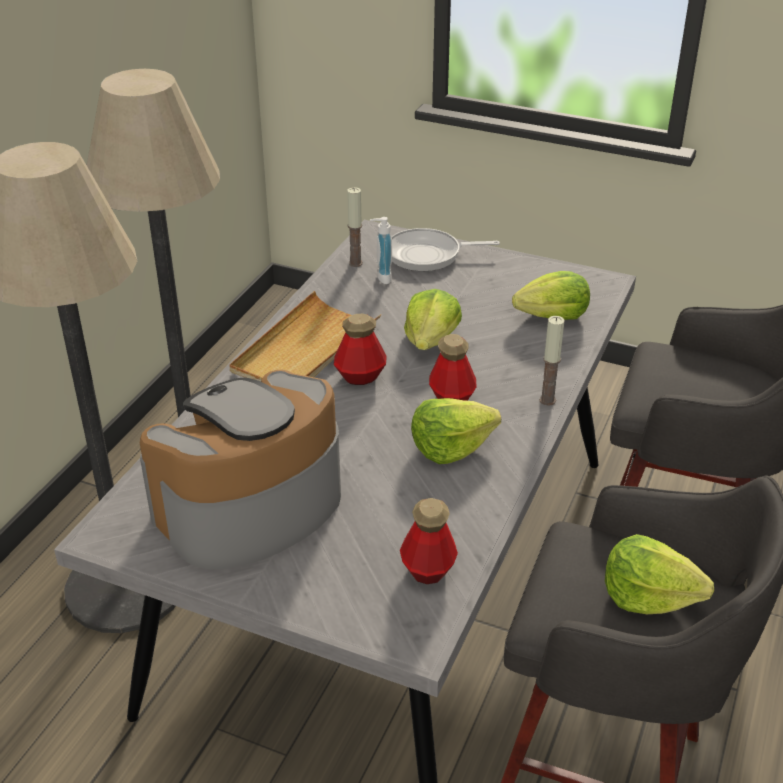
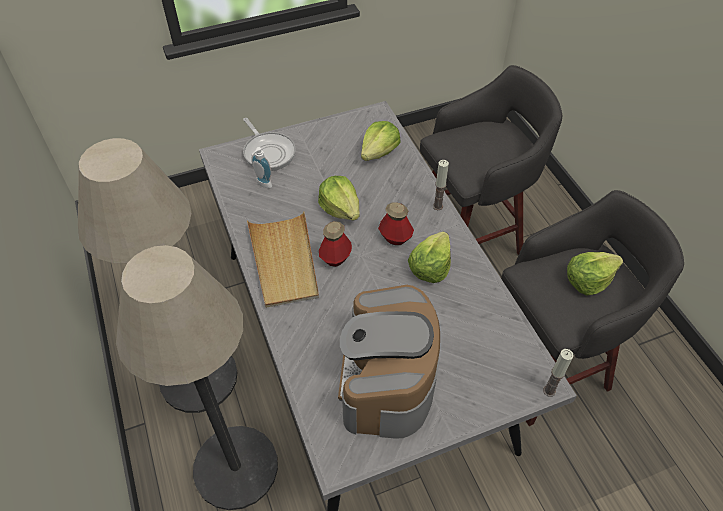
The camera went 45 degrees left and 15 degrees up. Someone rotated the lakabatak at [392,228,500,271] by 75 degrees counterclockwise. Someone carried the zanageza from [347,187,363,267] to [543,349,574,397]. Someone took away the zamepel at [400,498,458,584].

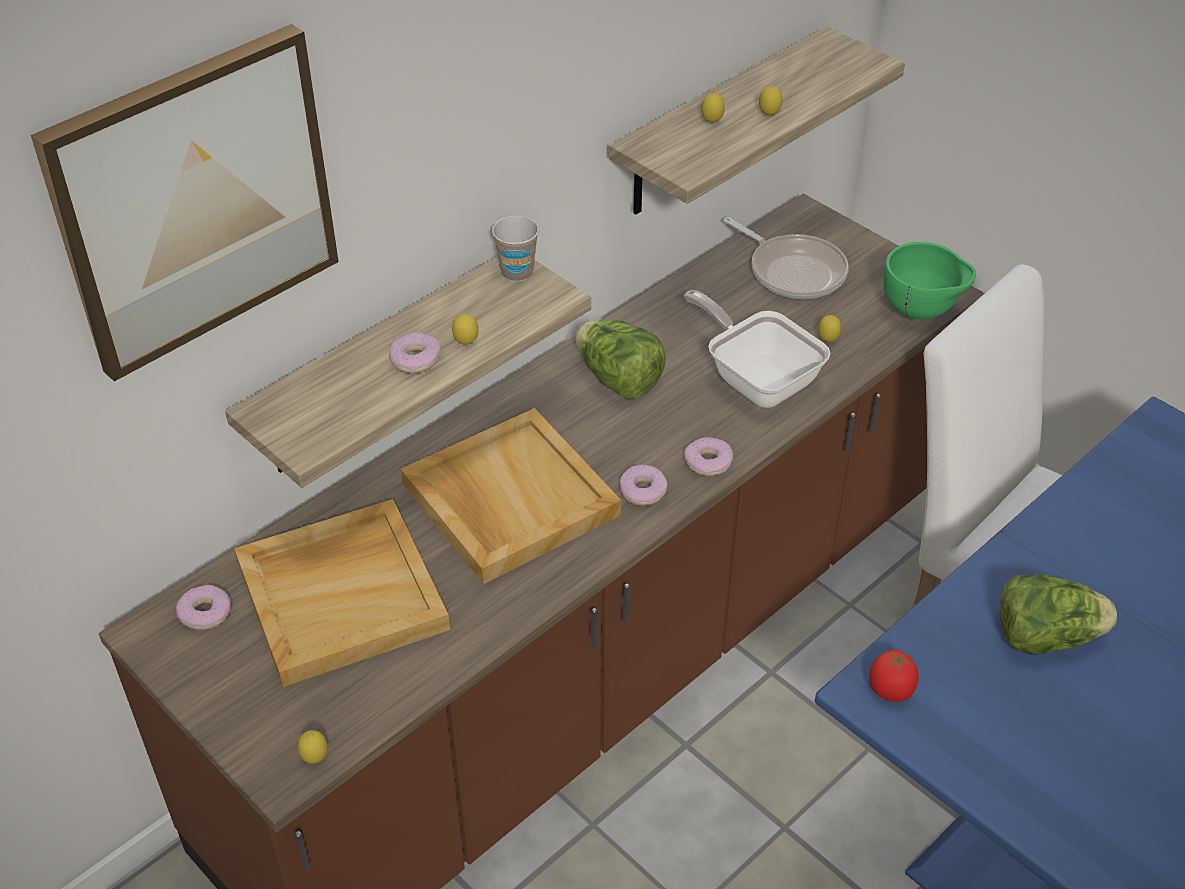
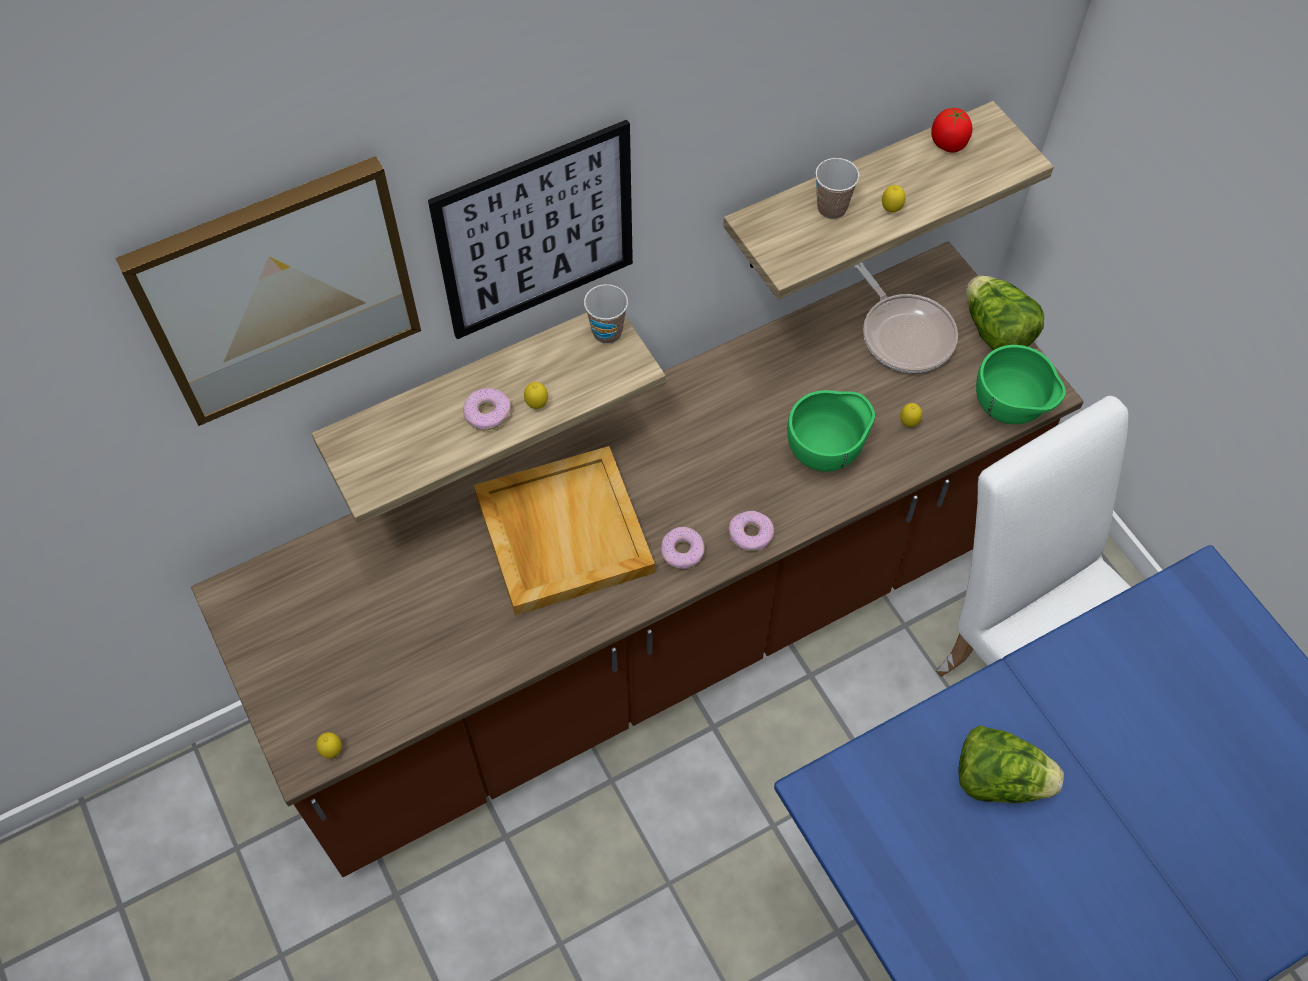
The camera went 15 degrees right and 15 degrees up. Someone put up the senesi at [428,120,633,339]. Someone swapped the lakabatak at [684,290,830,408] for the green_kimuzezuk at [787,390,875,472]. Someone swapped the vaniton at [701,93,725,123] for the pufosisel at [815,158,860,219]. Someone carried the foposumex from [869,650,919,702] to [931,108,972,153]. Someone carried the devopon from [575,320,666,399] to [966,276,1044,350]. Someone took away the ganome at [176,585,231,630]. Someone took away the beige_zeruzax at [234,499,450,687].

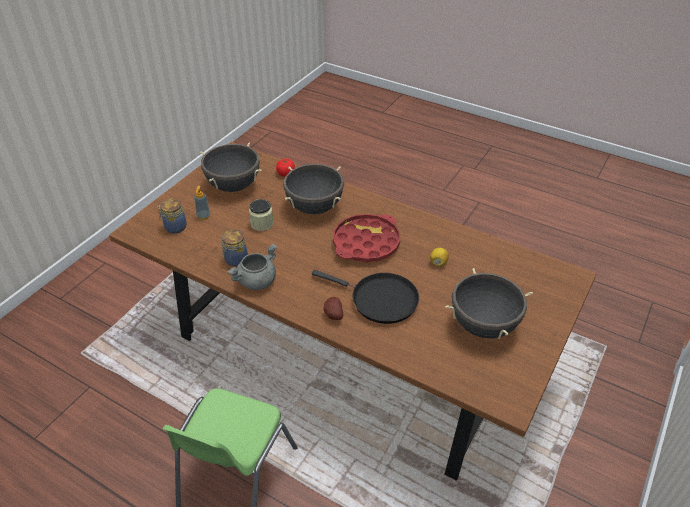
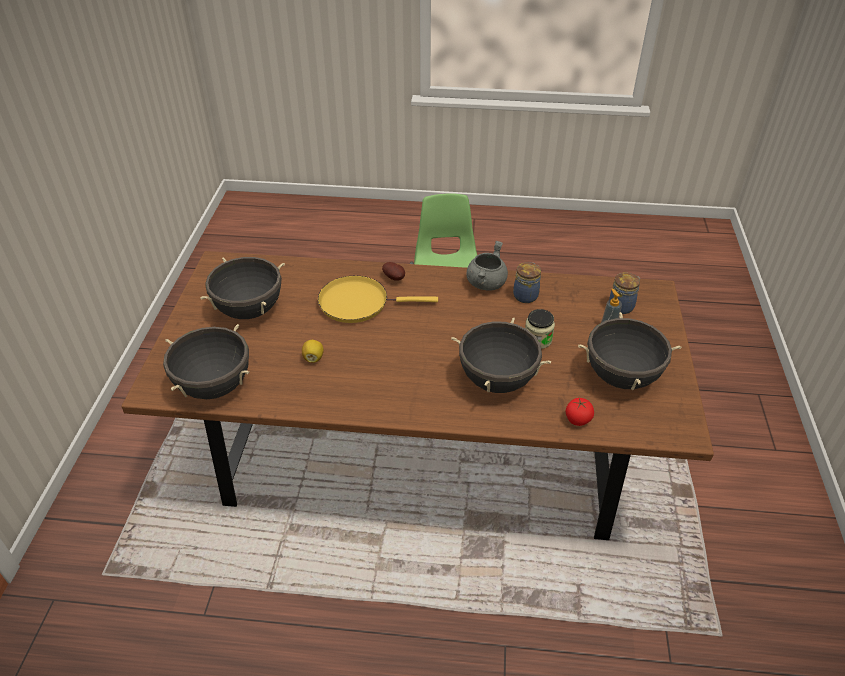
The camera went 155 degrees right and 0 degrees up. Someone put down the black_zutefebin at [163,324,249,399]. Someone repainted the black_lakabatak at [312,270,419,324], which became the yellow_lakabatak at [318,275,438,323]. Someone took away the red_zeruzax at [333,214,400,262].

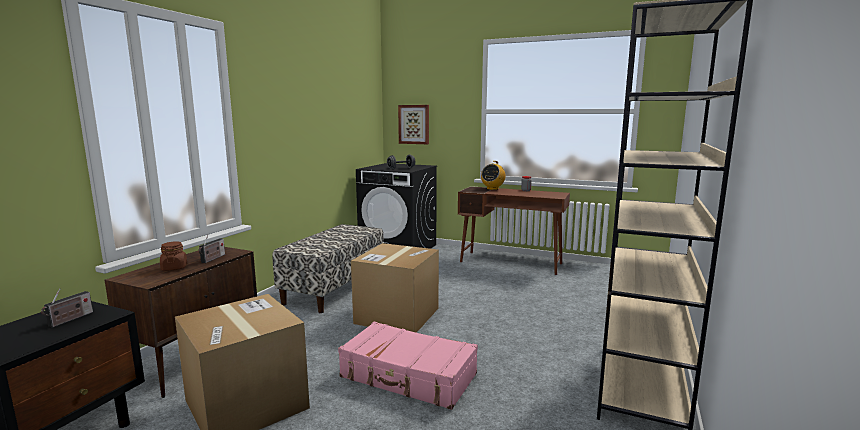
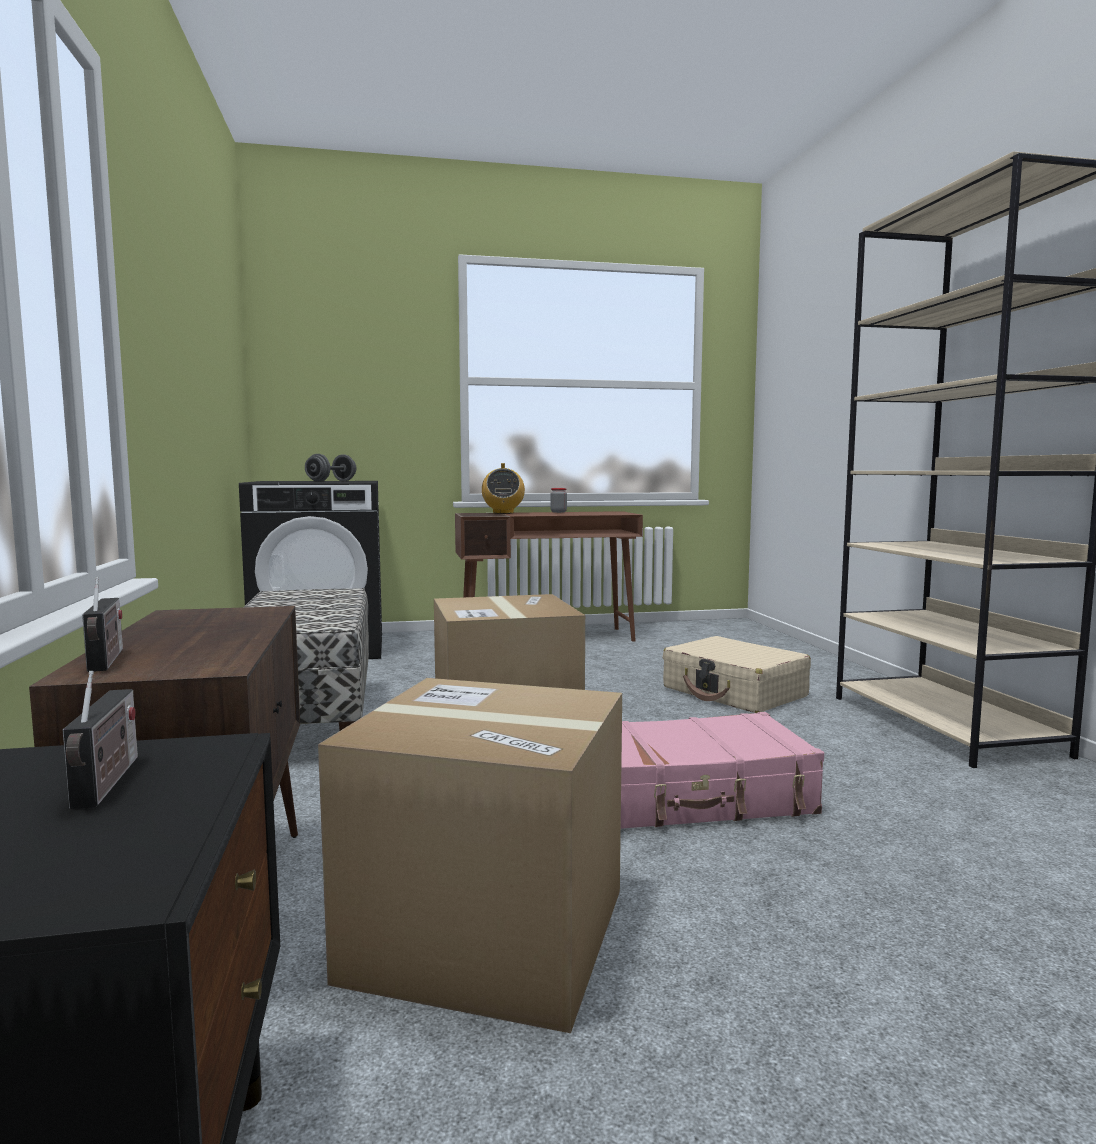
The camera went 35 degrees left and 5 degrees down. Someone carried the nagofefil from [199,234,225,263] to [82,577,123,672]. Someone put down the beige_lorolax at [663,636,811,713]. Someone took away the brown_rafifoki at [160,242,187,271]. Someone took away the senesi at [398,105,429,144].

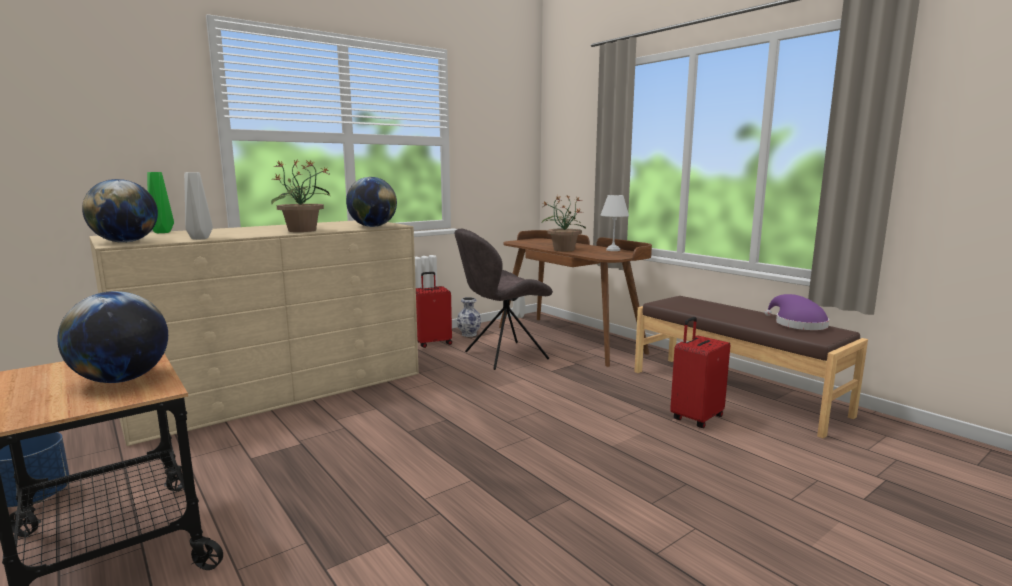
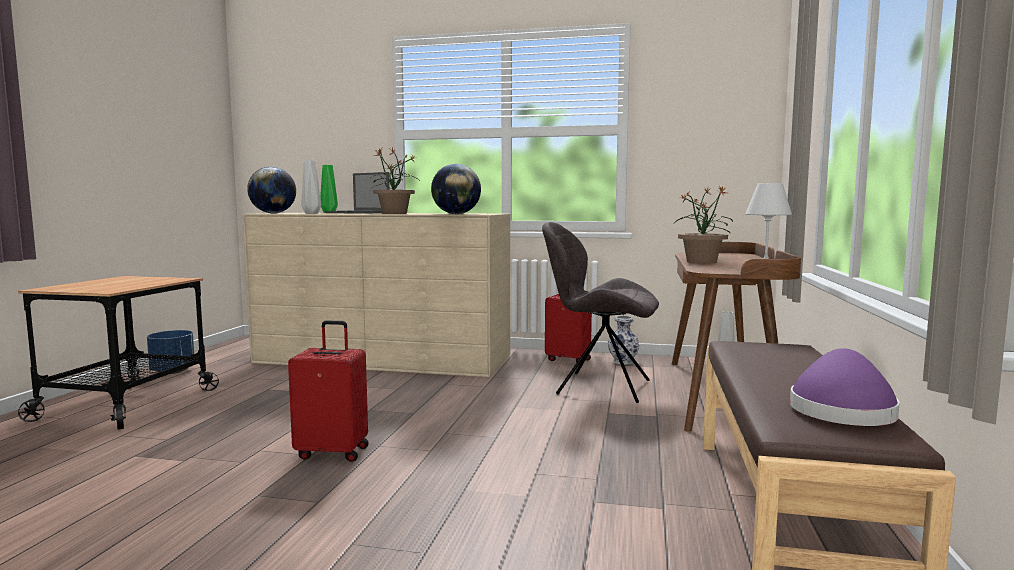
The camera went 50 degrees right and 5 degrees down. Someone carried the red_lorolax from [670,317,730,428] to [288,321,369,462]. Someone put down the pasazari at [325,172,390,214]. Someone took away the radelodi at [57,291,168,383].

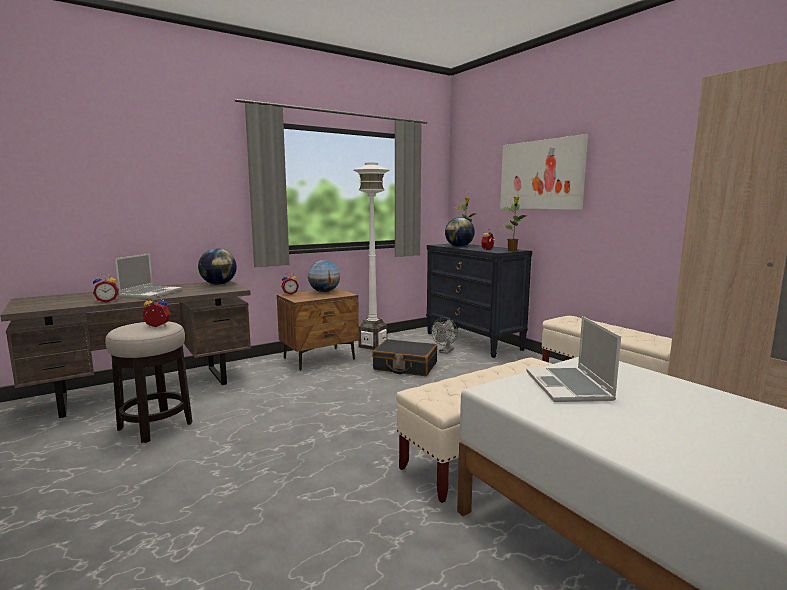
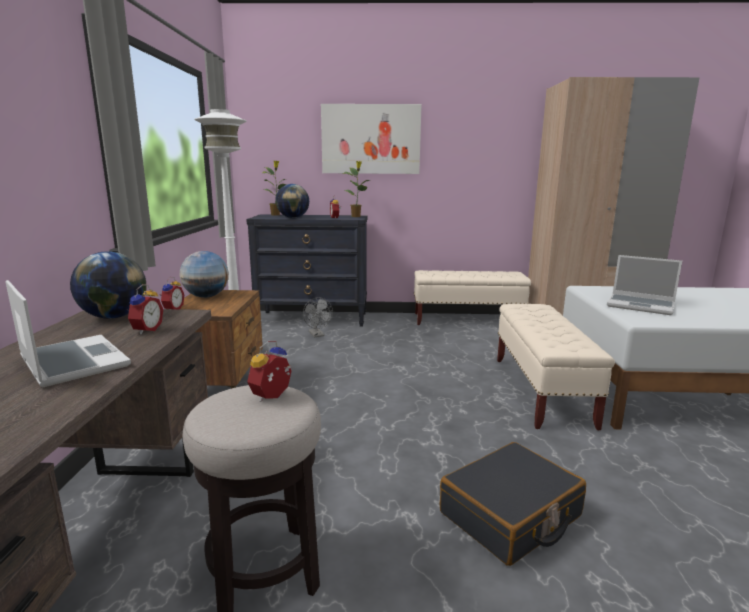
The camera went 55 degrees left and 5 degrees up. Someone carried the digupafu from [93,273,119,303] to [128,284,163,335]. Someone carried the black_lorolax from [372,339,437,376] to [440,442,586,566].

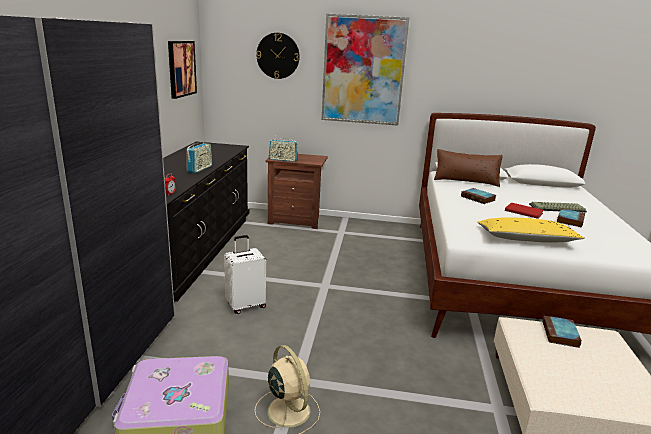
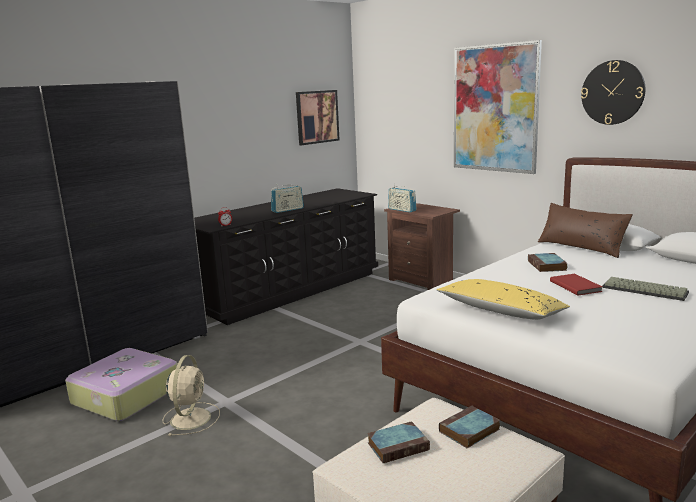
The camera went 40 degrees right and 5 degrees down. Someone carried the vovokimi from [557,208,585,227] to [367,421,430,463]. Someone carried the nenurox from [256,33,300,79] to [581,60,645,125]. Someone took away the white_lorolax at [224,235,266,314].

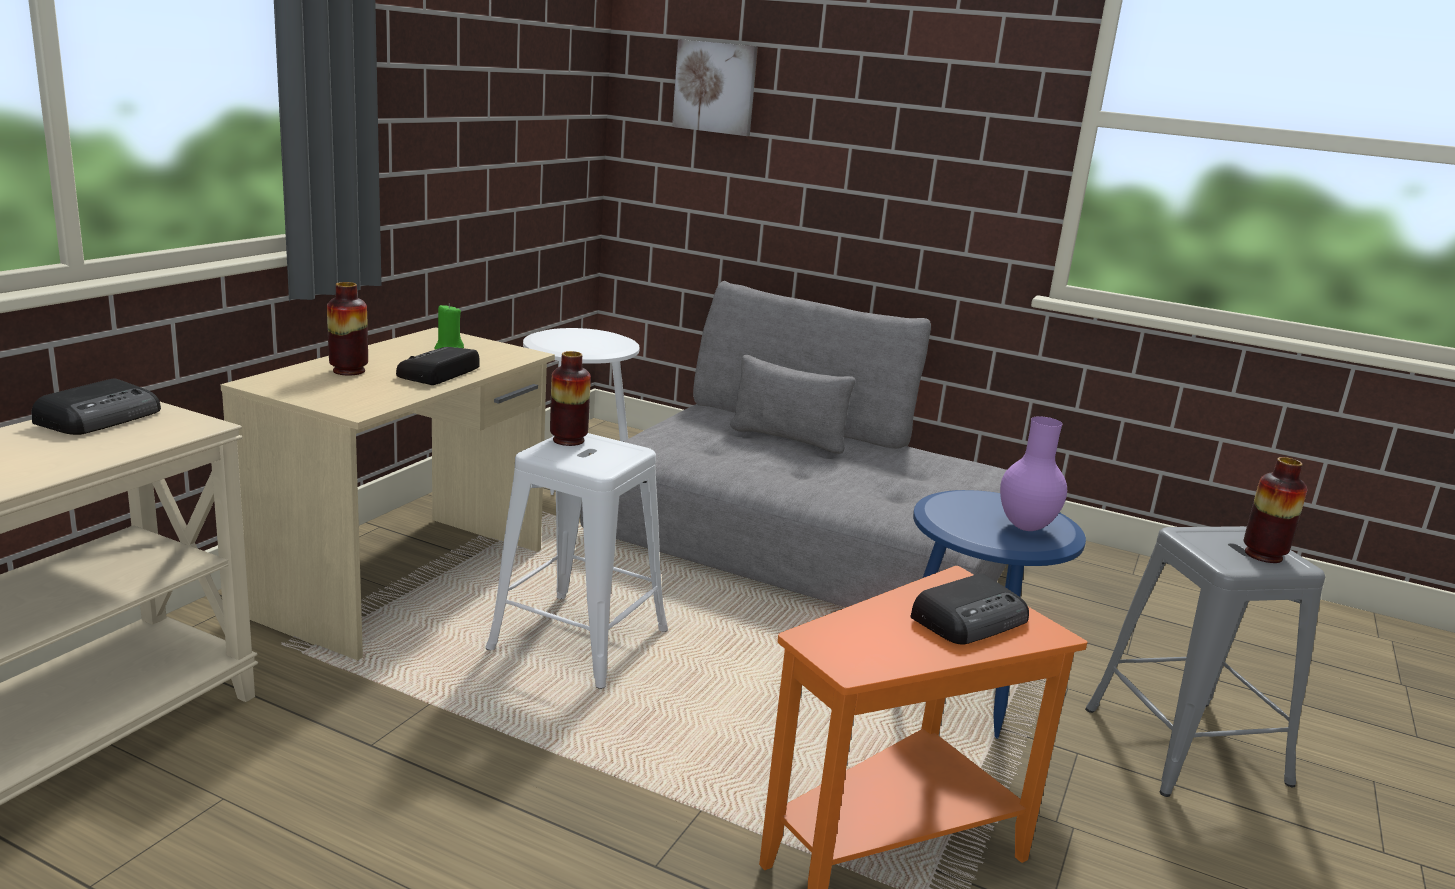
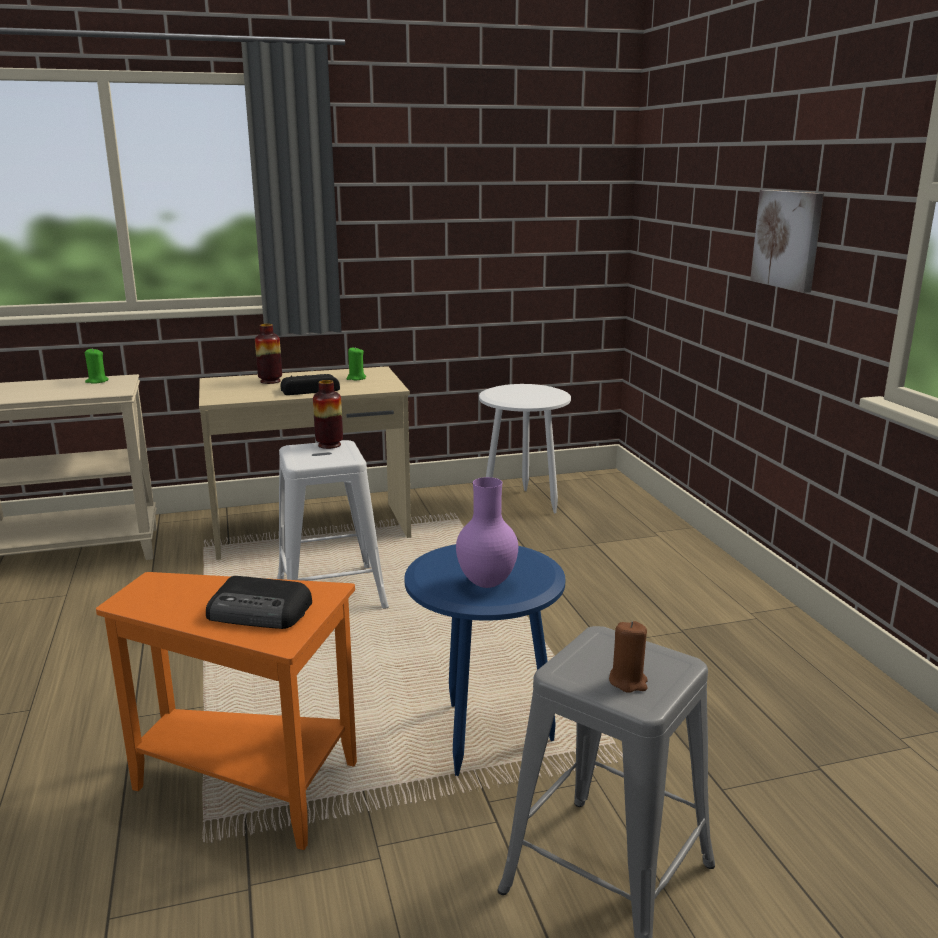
The camera went 50 degrees right and 0 degrees up. Someone swapped the nagofefil at [31,378,161,435] for the green_zanageza at [85,348,109,384]. Someone swapped the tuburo at [1244,457,1307,563] for the brown_zanageza at [609,621,648,693]. Someone carried the senesi from [672,39,758,136] to [750,190,824,293]. Someone took away the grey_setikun at [580,281,1007,607].

